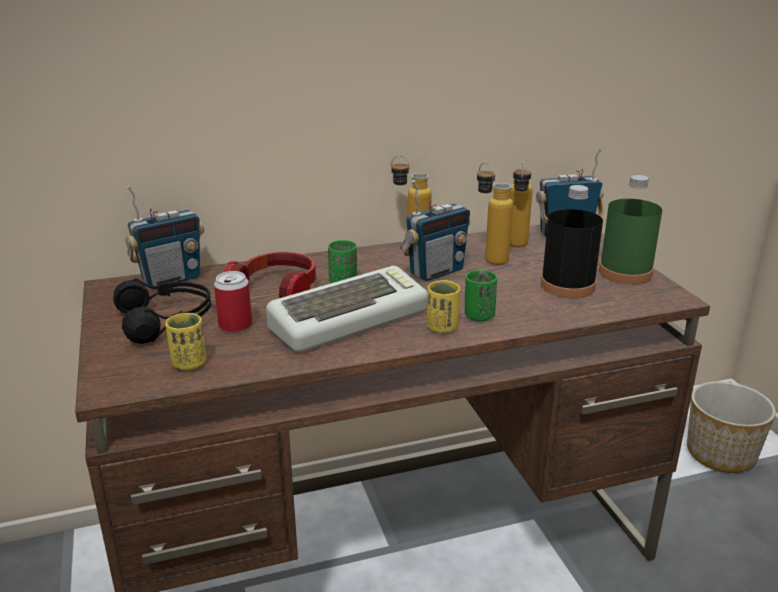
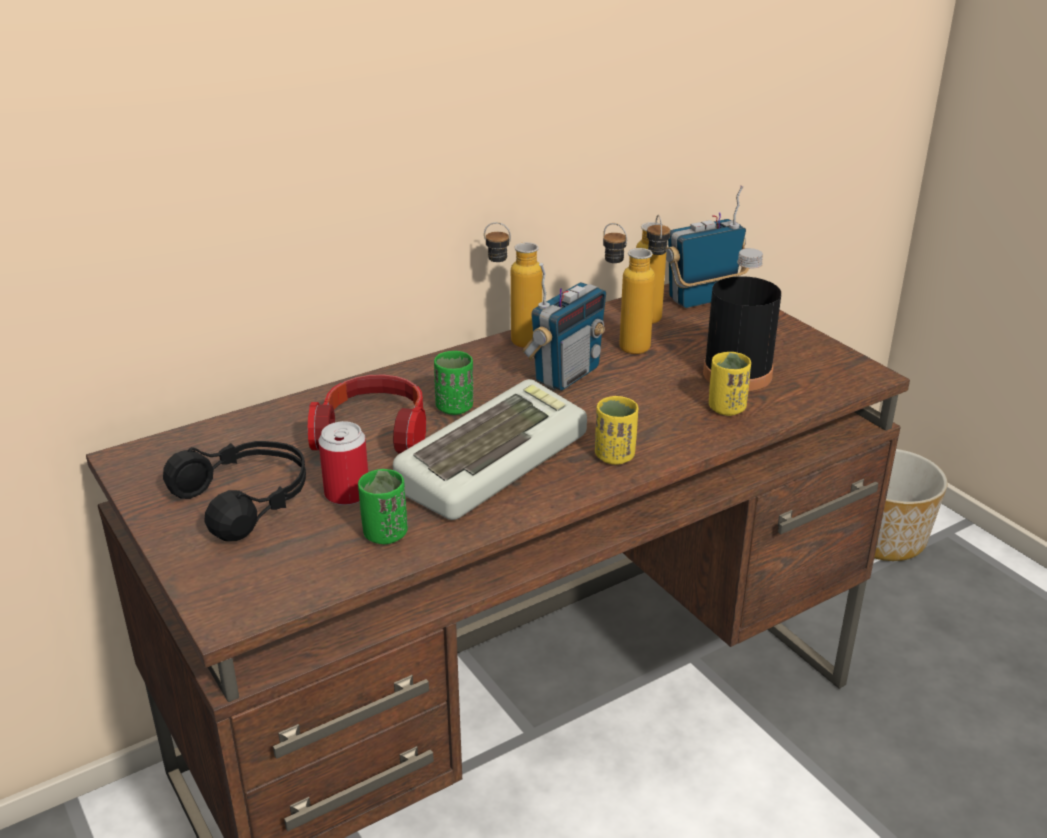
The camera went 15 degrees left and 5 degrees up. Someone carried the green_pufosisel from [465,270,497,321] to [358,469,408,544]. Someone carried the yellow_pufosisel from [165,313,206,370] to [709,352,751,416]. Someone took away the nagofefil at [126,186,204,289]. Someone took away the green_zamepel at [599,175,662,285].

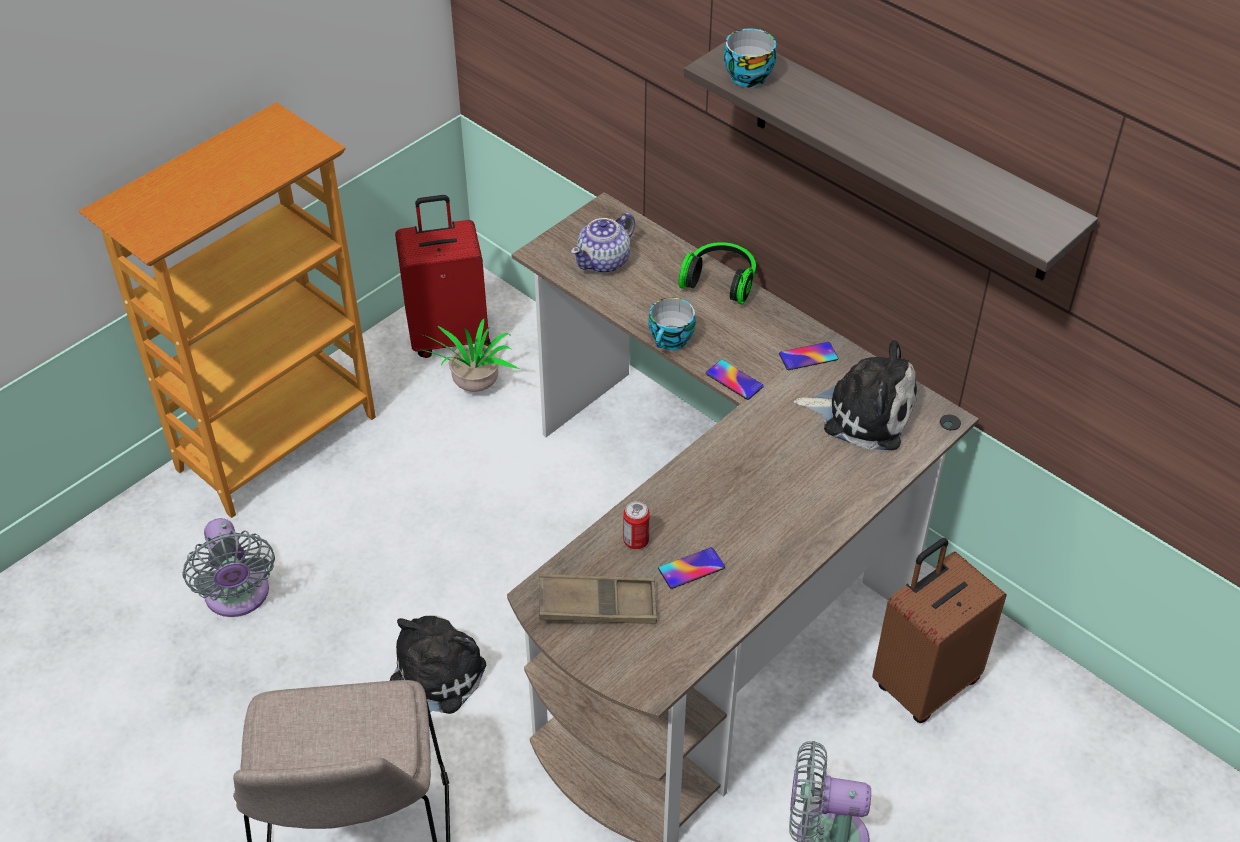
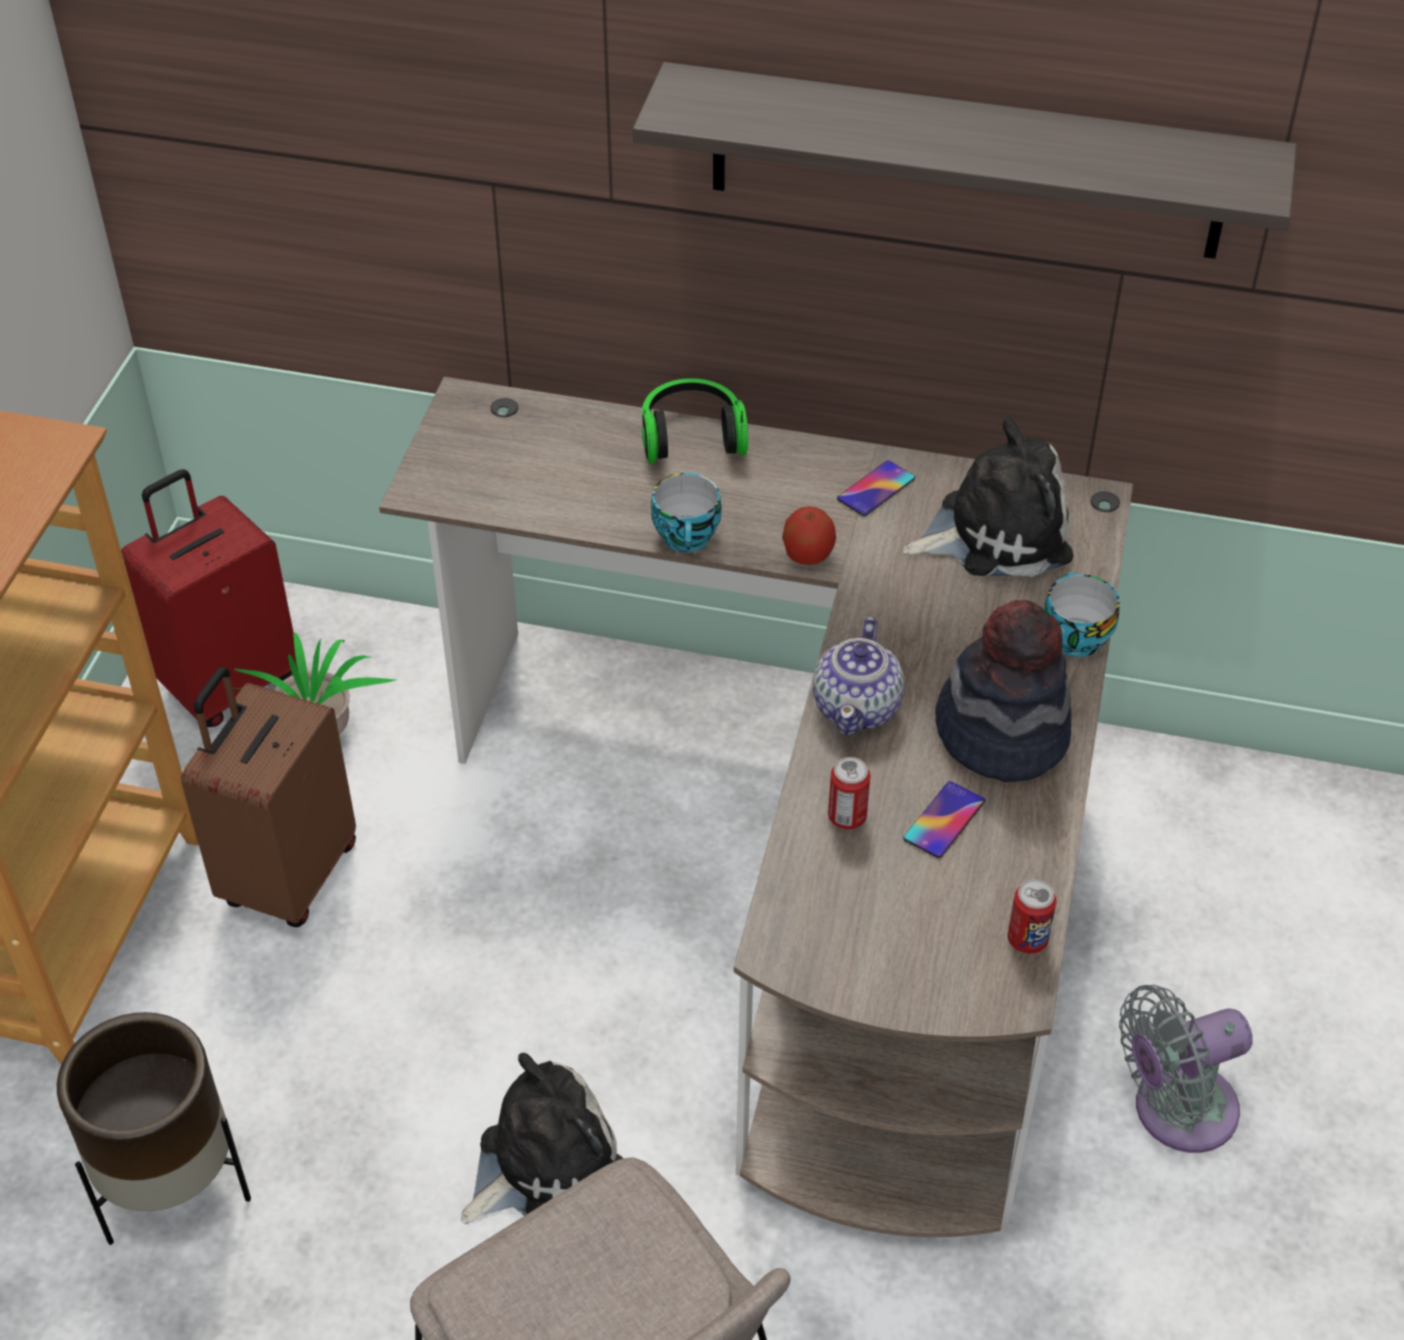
The camera went 30 degrees left and 0 degrees up. Someone swapped the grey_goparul at [182,518,275,617] for the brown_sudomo at [57,1012,251,1245]. Someone carried the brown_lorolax from [872,538,1007,723] to [181,666,356,927]. Someone rotated the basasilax at [390,615,486,714] by 60 degrees clockwise. Someone swapped the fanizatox at [706,360,764,400] for the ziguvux at [782,506,836,565]. Someone carried the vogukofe from [571,213,635,273] to [813,617,904,735]. Someone put down the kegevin at [935,600,1072,782]. Someone put down the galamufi at [1007,880,1057,954]. Someone carried the pufosisel from [724,29,777,87] to [1044,572,1120,657]. Someone took away the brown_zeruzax at [539,574,657,624].

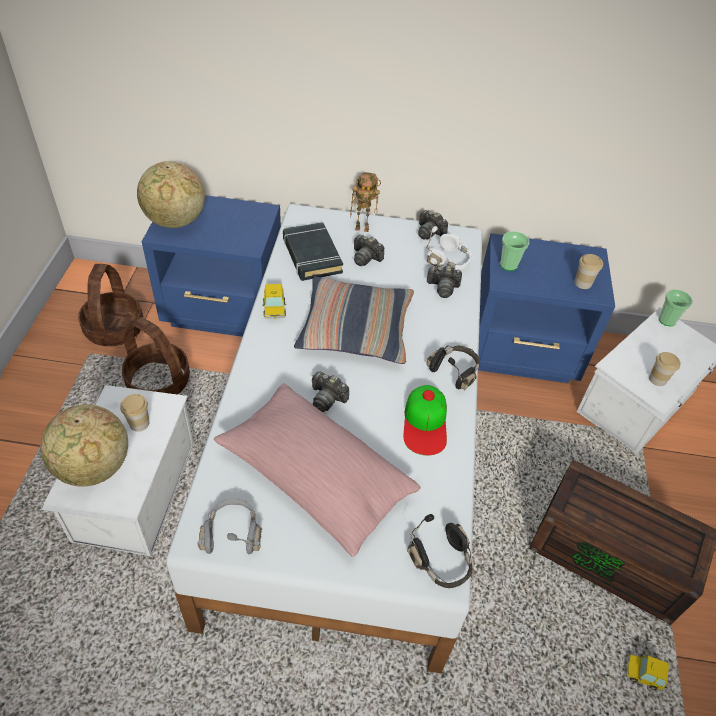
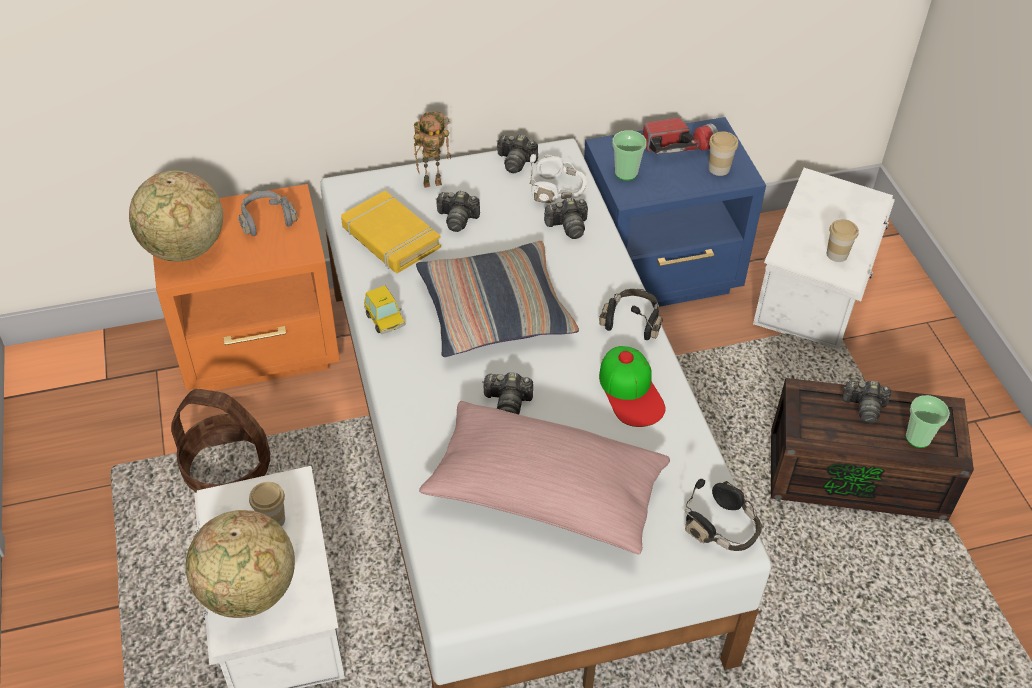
The camera went 20 degrees left and 0 degrees up. Someone repainted the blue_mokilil at [142,195,281,337], which became the orange_mokilil at [153,184,340,391]. Someone carried the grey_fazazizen from [198,497,262,554] to [238,191,298,236]. Someone repainted the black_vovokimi at [283,222,343,281], which became the yellow_vovokimi at [341,191,441,273]. Someone put down the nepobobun at [643,118,718,155]. Someone put down the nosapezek at [842,381,891,424]. Someone carried the pufosisel from [659,290,693,326] to [906,395,950,448]. Someone took away the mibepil at [78,264,143,346]. Someone took away the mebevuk at [626,654,669,691].

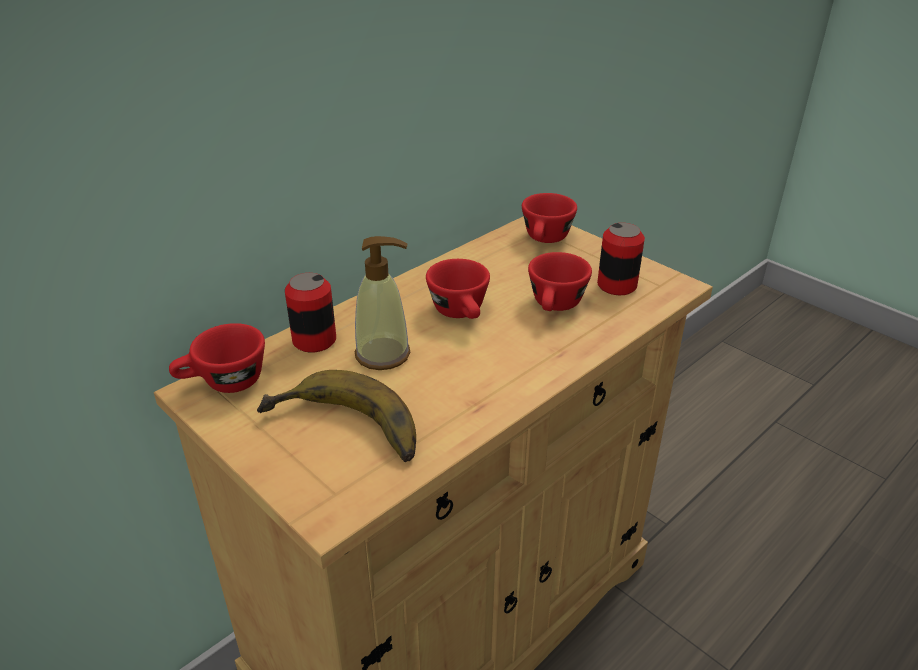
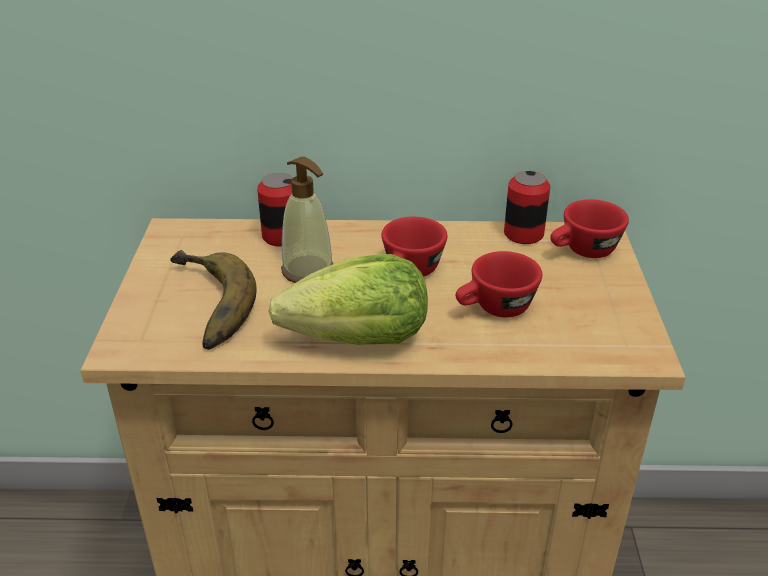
The camera went 45 degrees right and 0 degrees up. Someone put down the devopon at [268,254,428,345]. Someone carried the galamufi from [597,223,645,295] to [504,171,550,244]. Someone took away the red_pufosisel at [169,323,265,393].

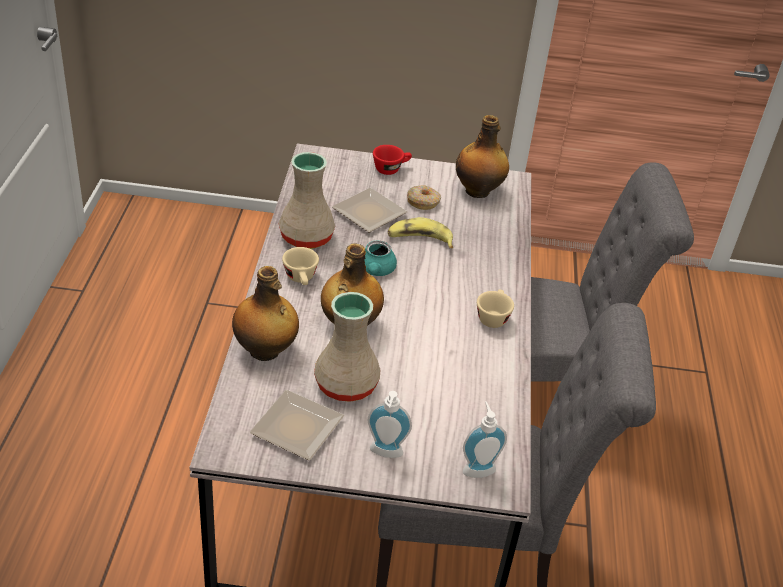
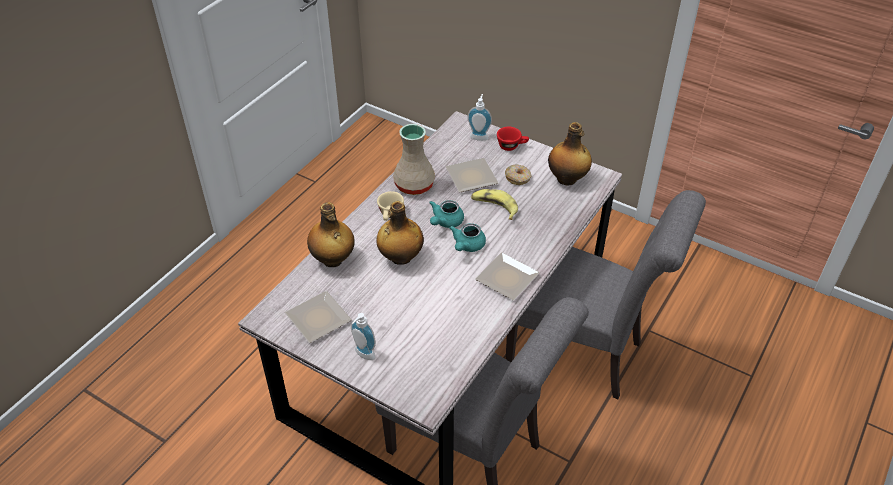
The camera went 30 degrees right and 5 degrees up. Someone put down the turquoise_vogukofe at [449,223,486,252]. Someone carried the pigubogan from [463,401,507,478] to [467,94,492,141]. Someone swapped the beige_pufosisel at [477,289,514,328] for the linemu at [475,252,540,300]. Someone took away the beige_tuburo at [314,292,380,402].

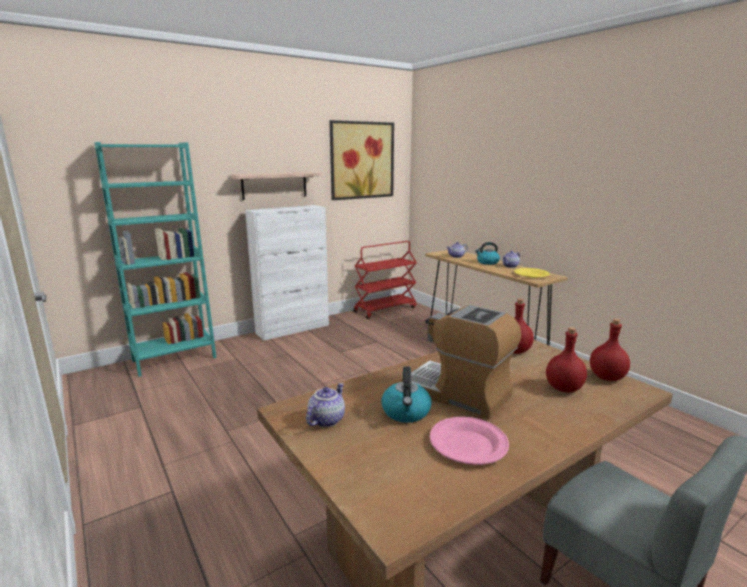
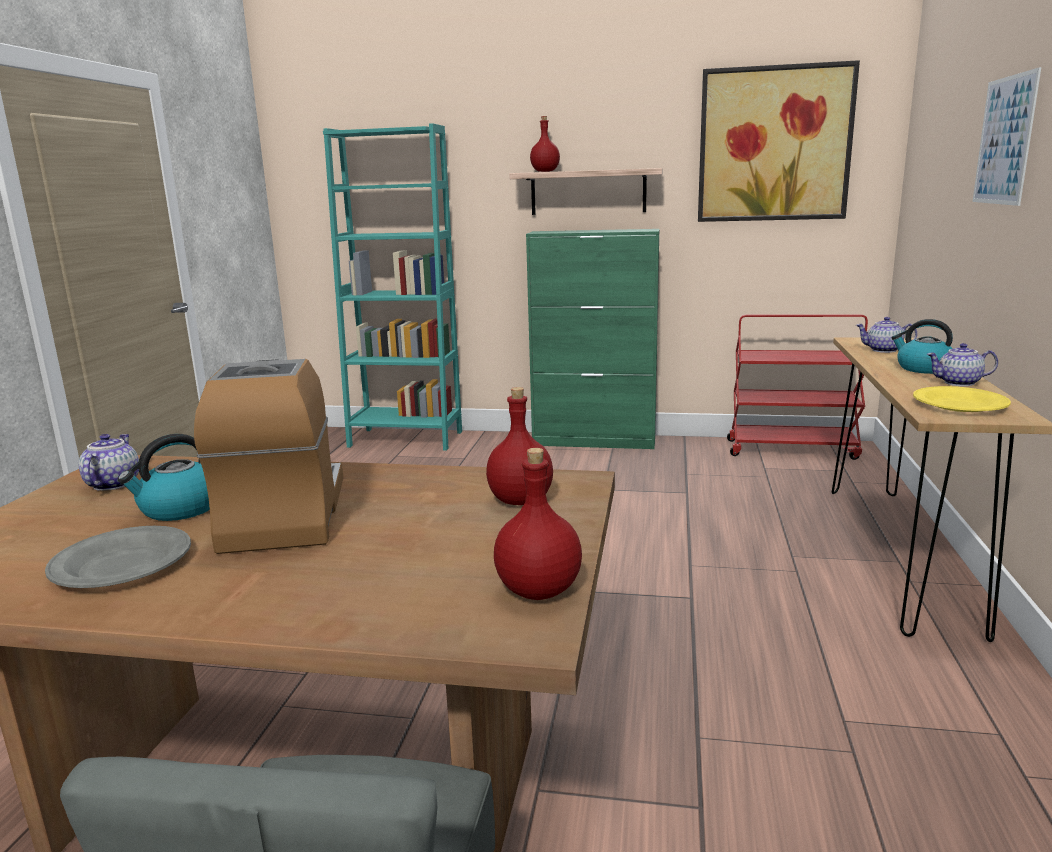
The camera went 45 degrees right and 0 degrees up. Someone repainted the pink_linemu at [430,417,509,465], which became the grey_linemu at [45,526,191,588]. Someone rotated the vogukofe at [306,383,345,427] by 75 degrees counterclockwise. Someone repainted the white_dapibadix at [245,205,329,340], which became the green_dapibadix at [526,229,660,449]. Someone carried the red_zamepel from [546,327,587,393] to [530,116,560,172]. Someone put up the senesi at [972,67,1041,206].

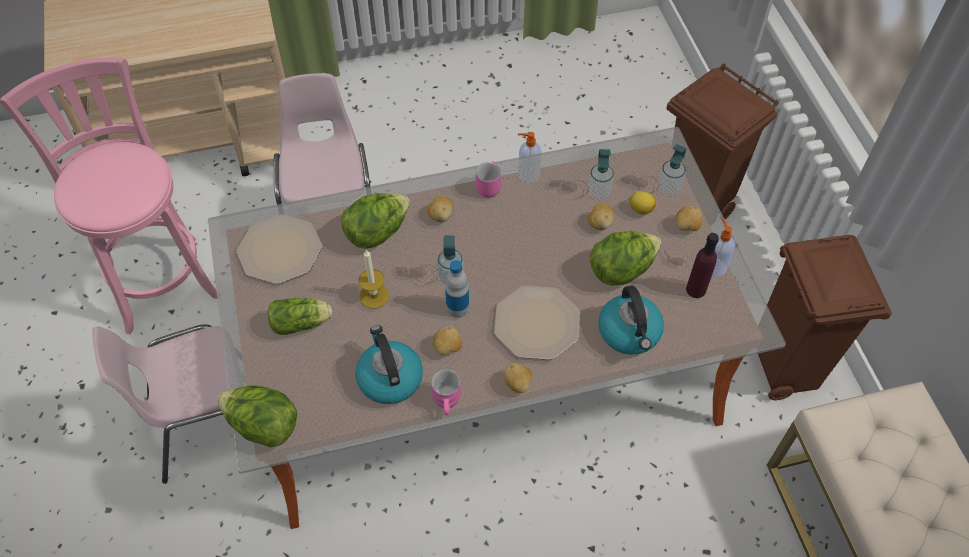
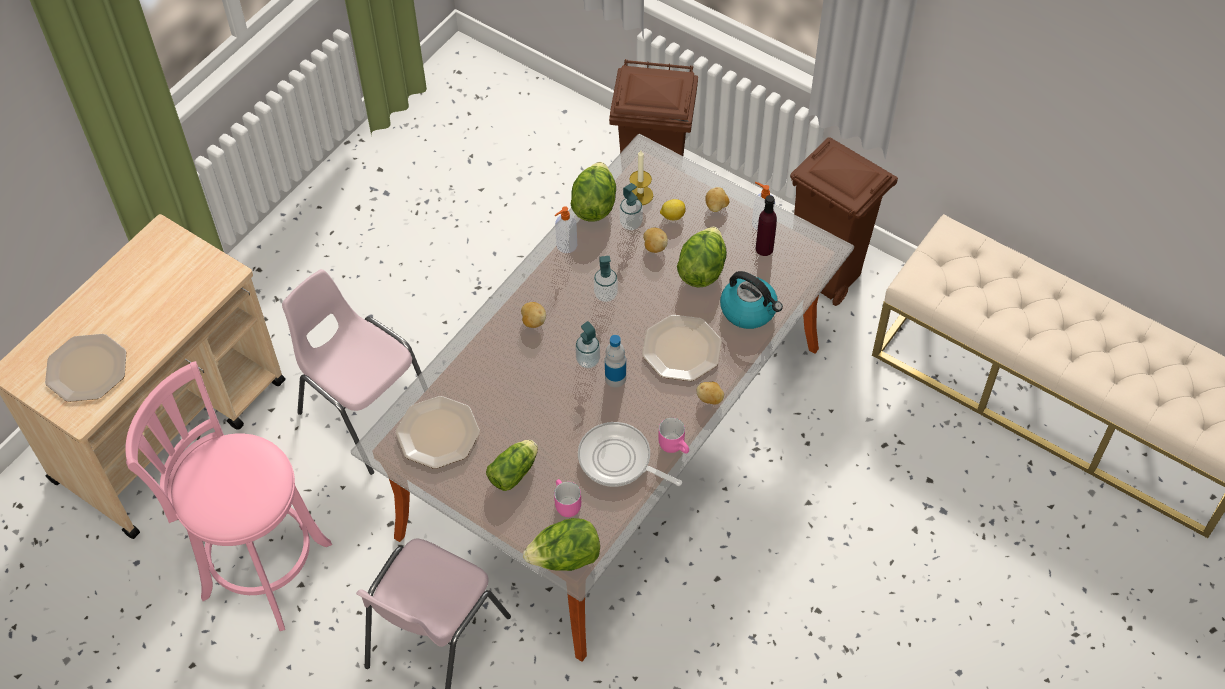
The camera went 40 degrees left and 0 degrees up. Someone put down the linemu at [45,334,126,402]. Someone carried the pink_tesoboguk from [476,161,501,198] to [554,479,581,517]. Someone carried the devopon from [341,193,410,249] to [571,162,616,222]. Someone swapped the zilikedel at [355,325,423,404] for the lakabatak at [578,422,682,487]. Someone carried the pigubogan from [658,144,686,195] to [594,256,618,302]. Someone carried the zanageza from [359,250,389,309] to [629,150,653,205]. Someone took away the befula at [433,326,462,355].

